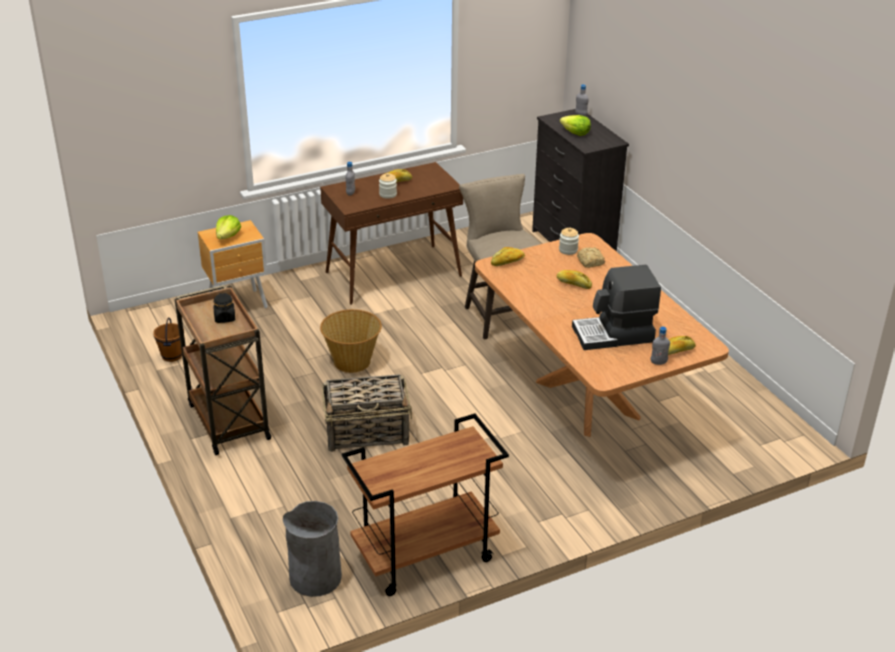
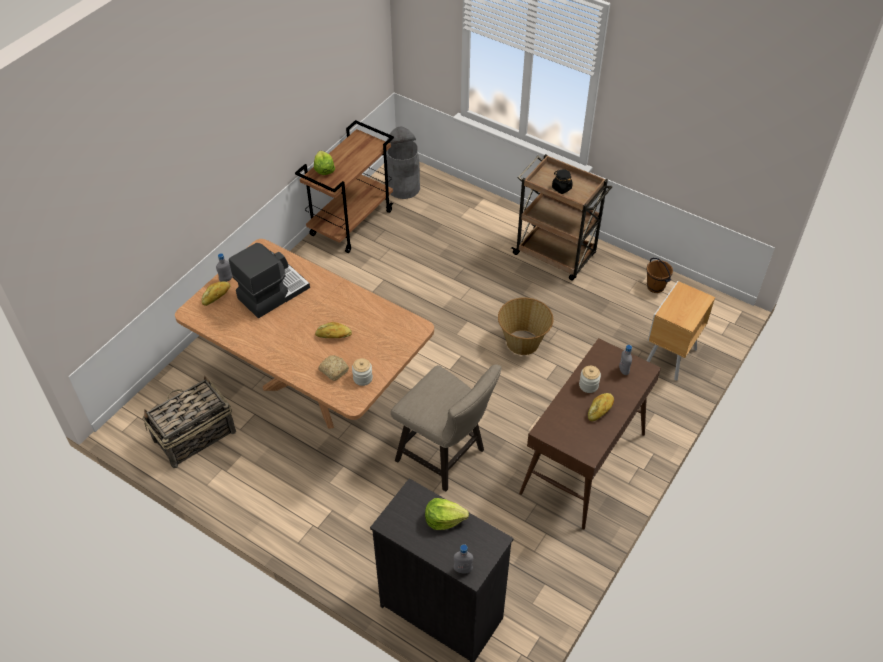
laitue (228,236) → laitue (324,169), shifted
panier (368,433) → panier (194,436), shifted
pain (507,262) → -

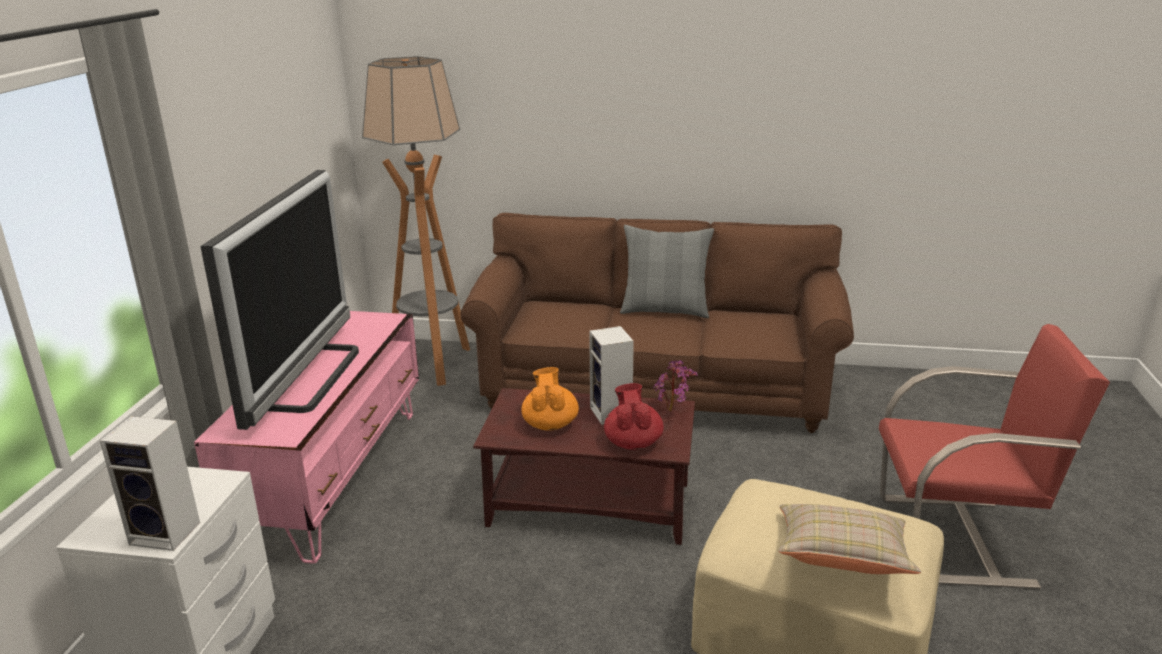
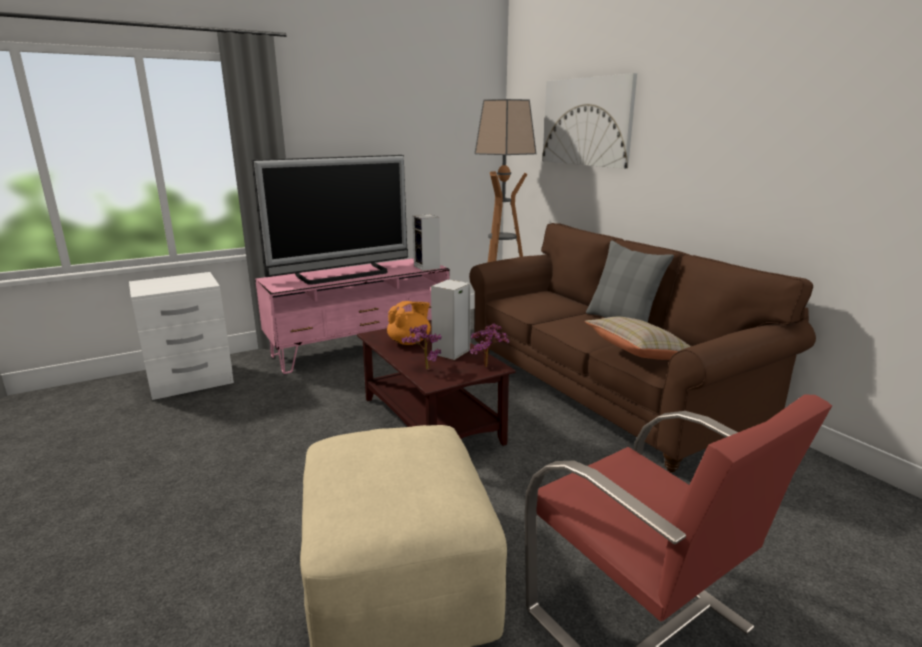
enceinte (168,533) → enceinte (428,267), shifted
théière/rouge (633,442) → plante en pot (424,369)
coussin/beige (842,558) → coussin/beige (639,354), shifted
- → tableau (586,122)

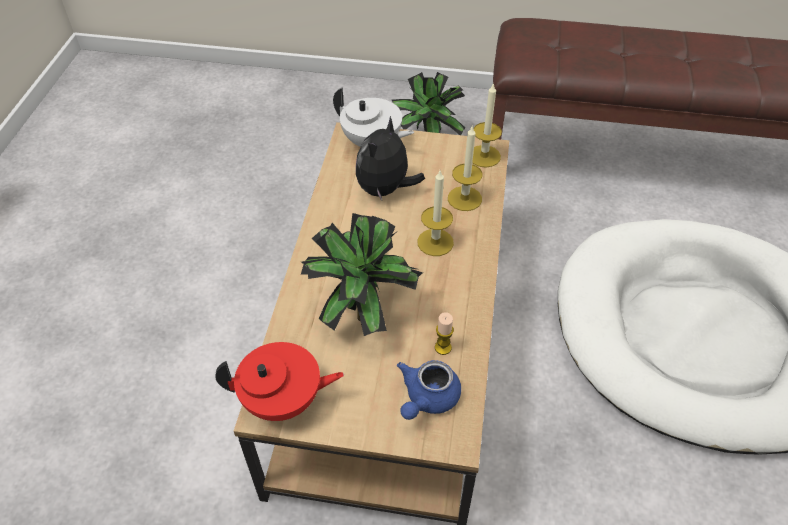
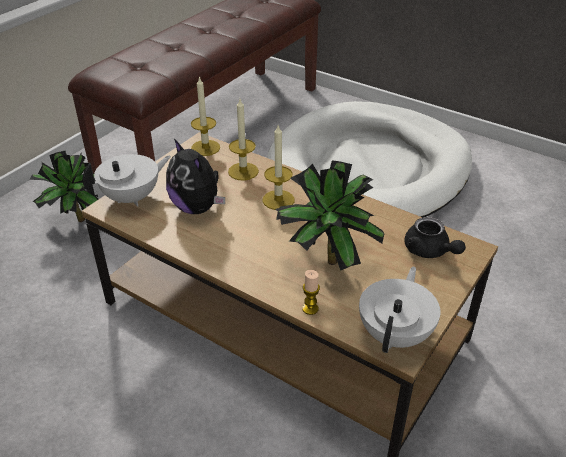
théière/rouge (283,401) → théière/blanc (396,334)
théière/bleu (427,398) → théière/noir (429,251)
bougie (443,347) → bougie (310,308), shifted

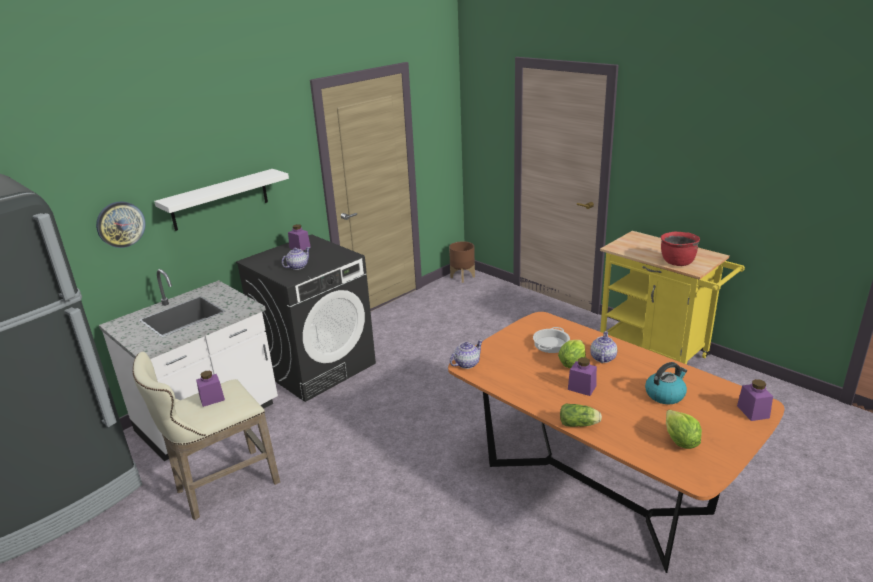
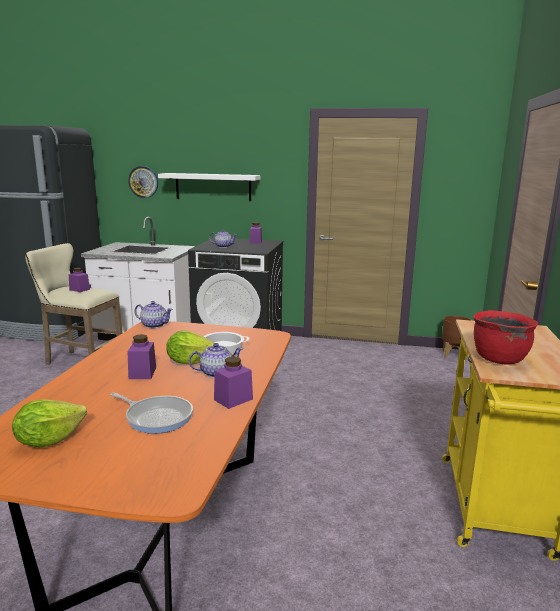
laitue (580,424) → -
bouilloire (665,394) → poêle (157,417)
bocal/violet (753,412) → bocal/violet (233,399), shifted

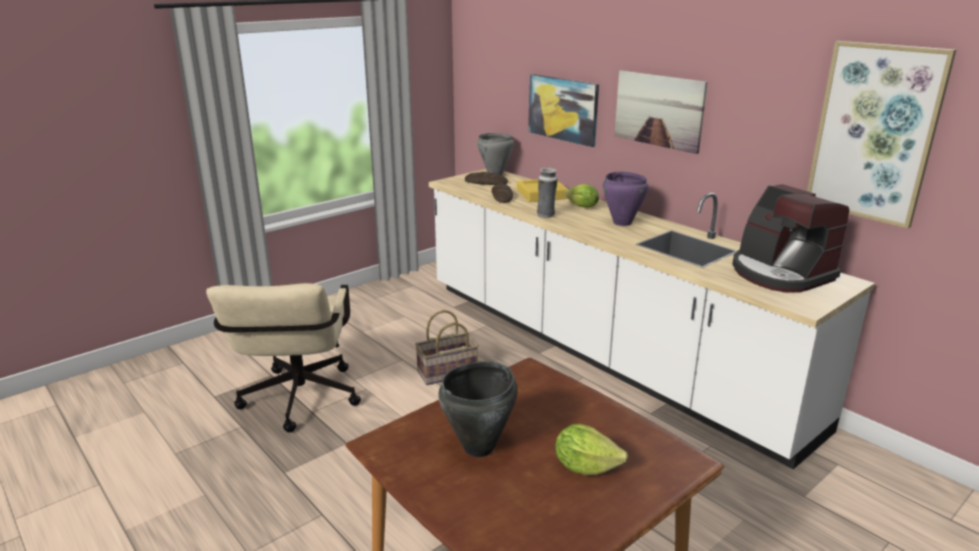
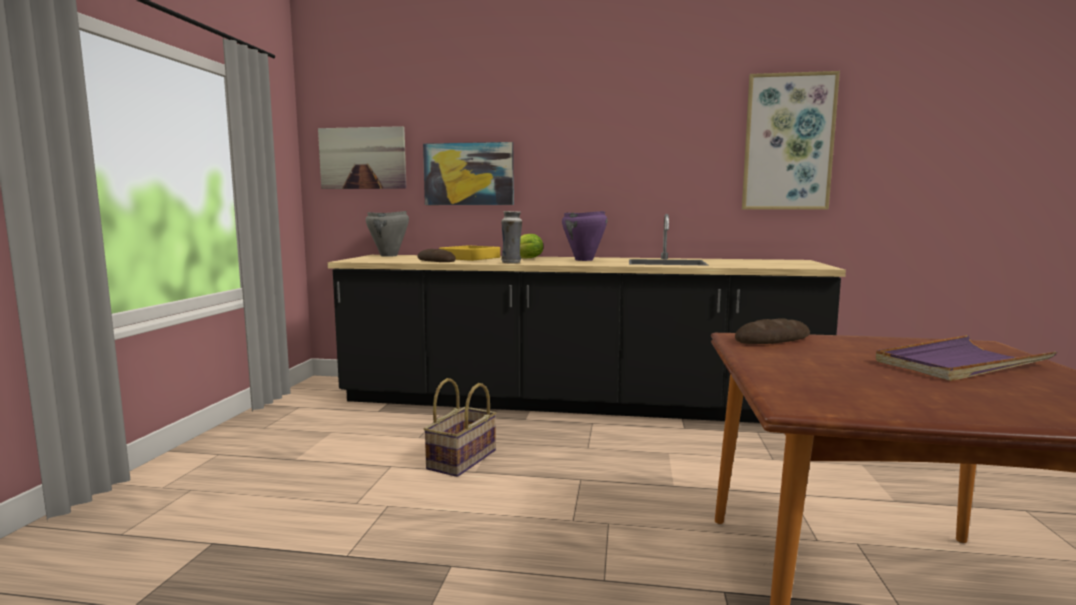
chaise de bureau/beige (298,403) → -
comptoir de cuisine/blanc (600,351) → comptoir de cuisine/noir (573,403)
marmite/noir (479,448) → -
pain (486,182) → pain (772,339), shifted
laitue (585,466) → plateau/violet (960,363)
tableau (658,110) → tableau (362,158), shifted
machine à café (780,273) → -

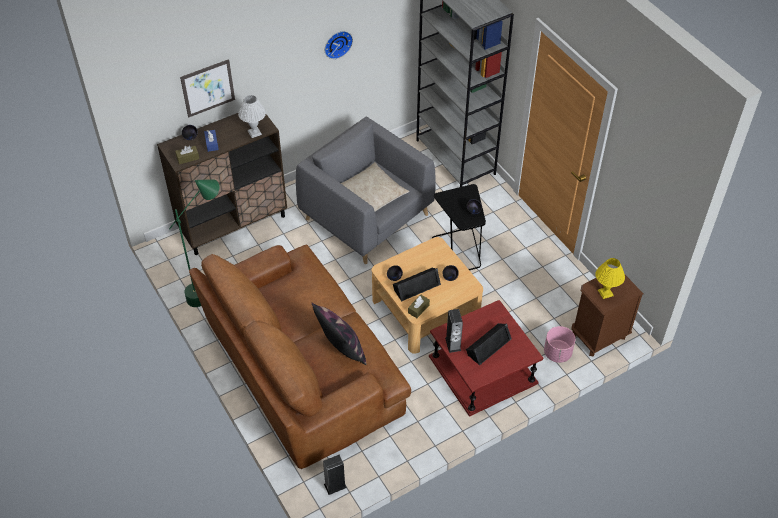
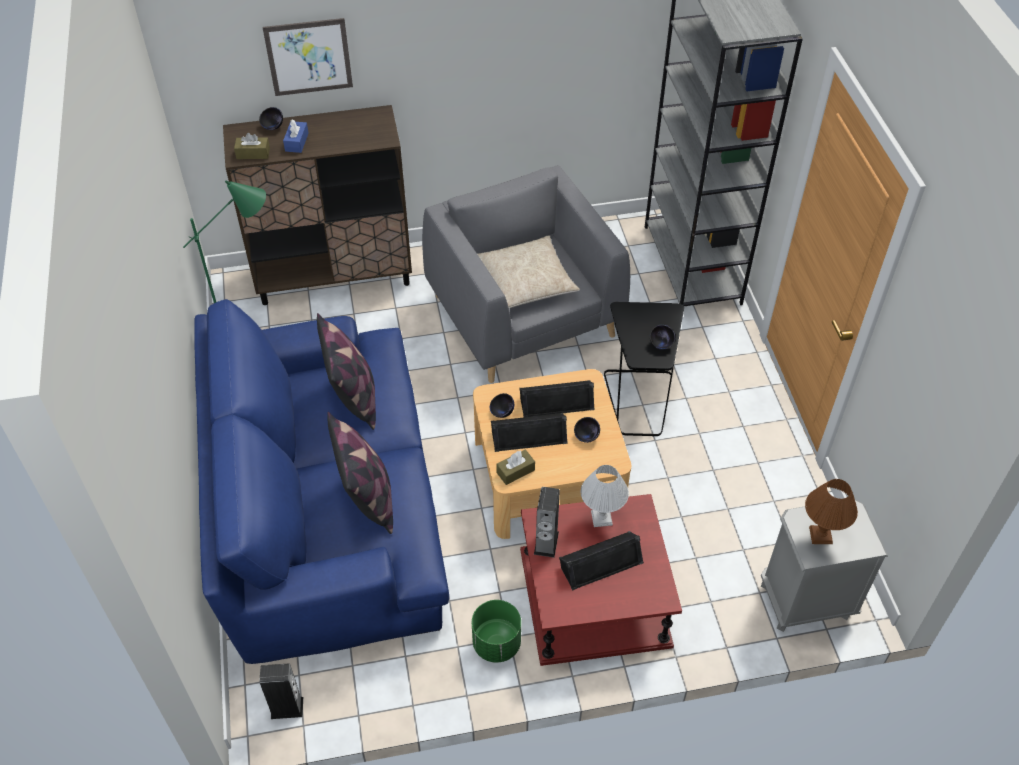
canapé/marron (301,367) → canapé/bleu (326,508)
lampe de table/blanc (254,133) → lampe de table/blanc (601,517), shifted
horloge murale (337,43) → -
cache-pot/rose (557,353) → -
table de chevet/marron (598,336) → table de chevet/gris (805,601)
lampe de table/jaune (605,293) → lampe de table/marron (820,535)
- → coussin (353,397)
- → cache-pot/vert (496,644)
- → enceinte/noir (556,401)

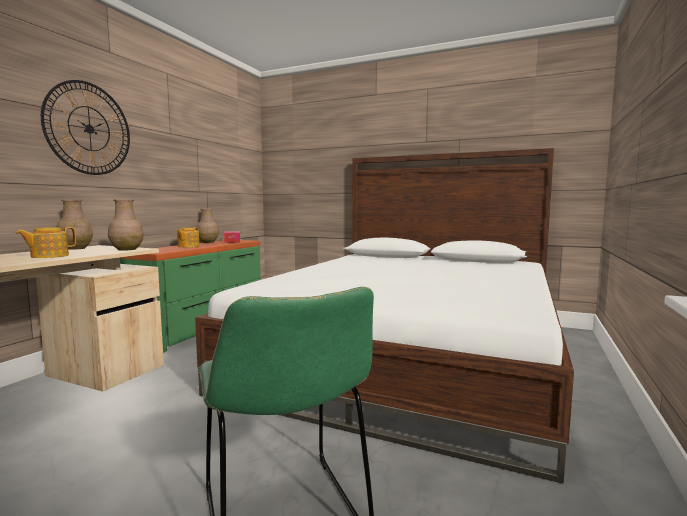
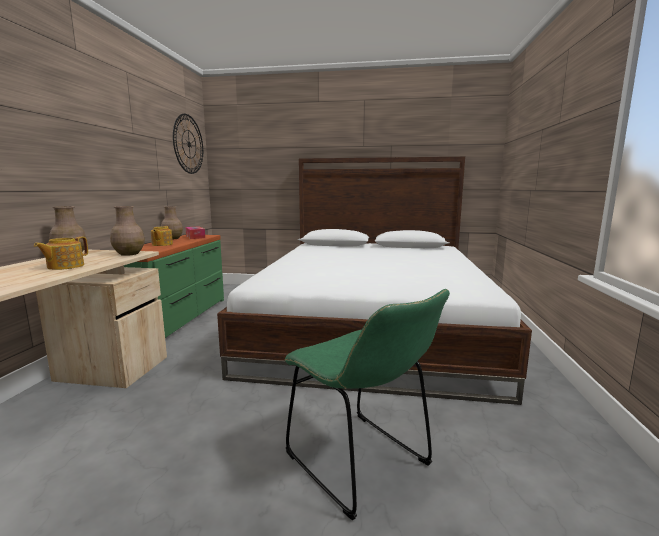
horloge murale (89,129) → horloge murale (188,144), shifted

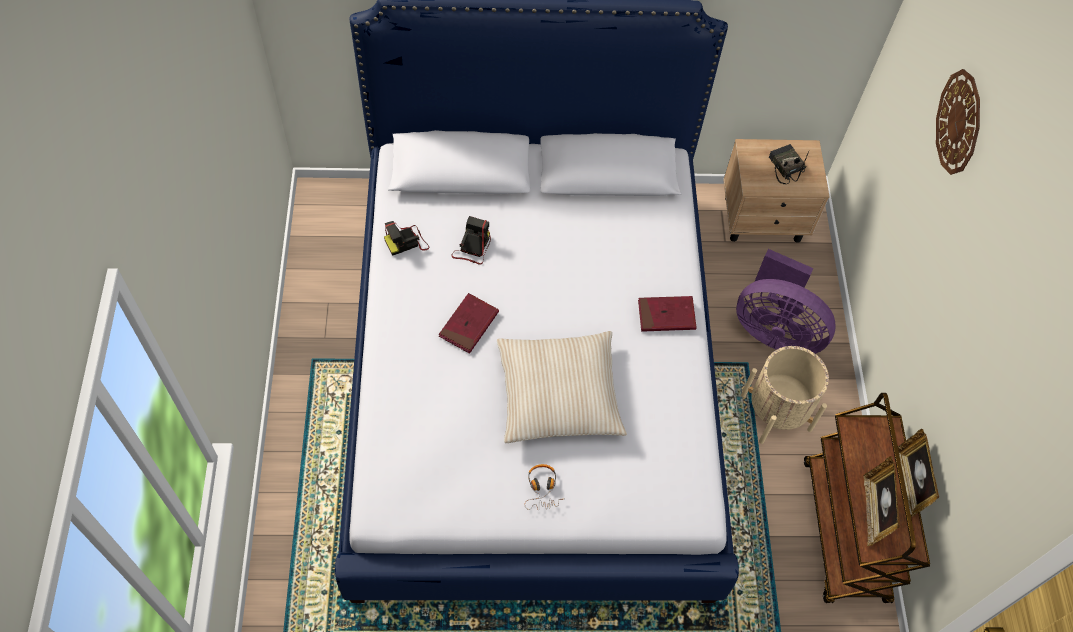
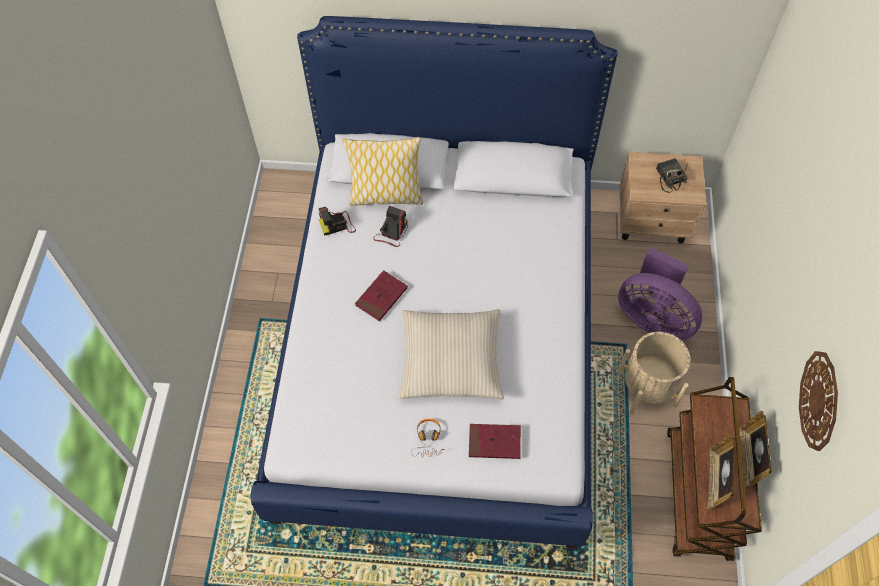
livre/rouge (666,315) → livre/rouge (494,442), shifted
horloge murale (959,122) → horloge murale (819,400), shifted
- → coussin (385,196)

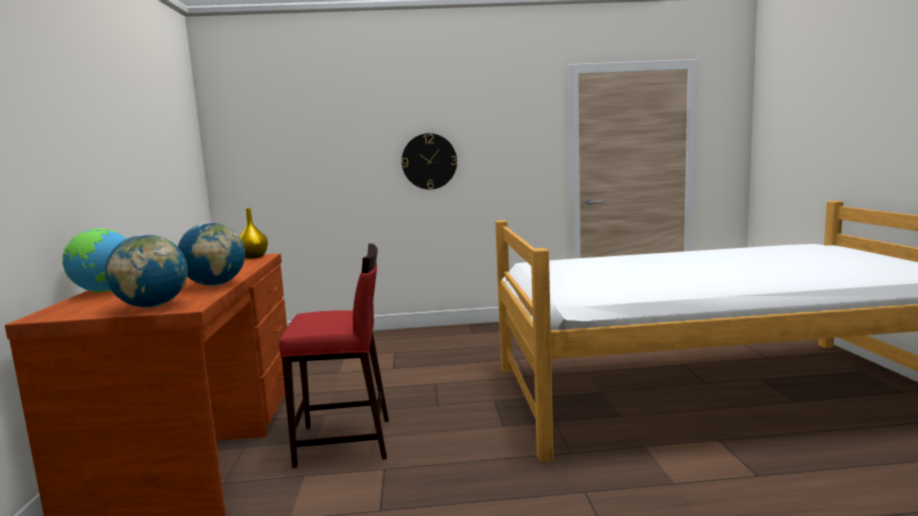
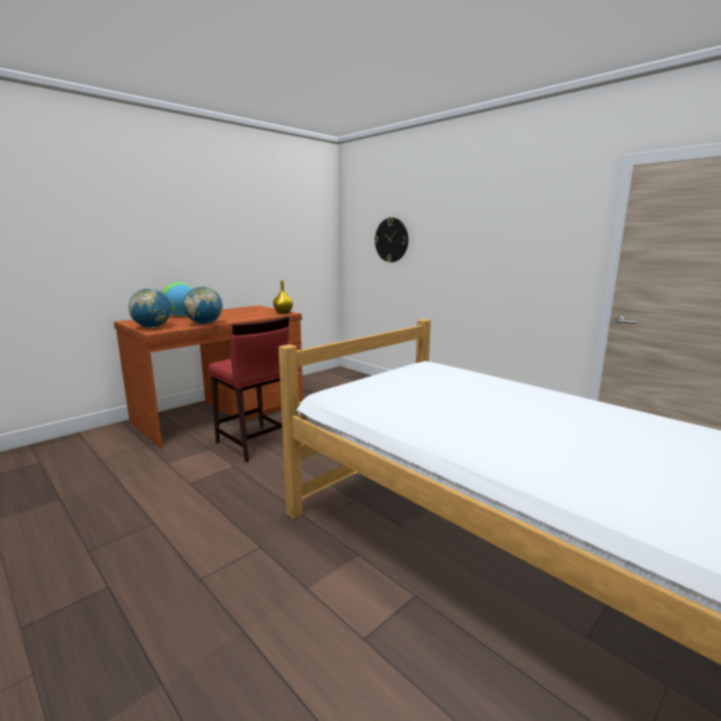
horloge murale (429,161) → horloge murale (391,240), shifted

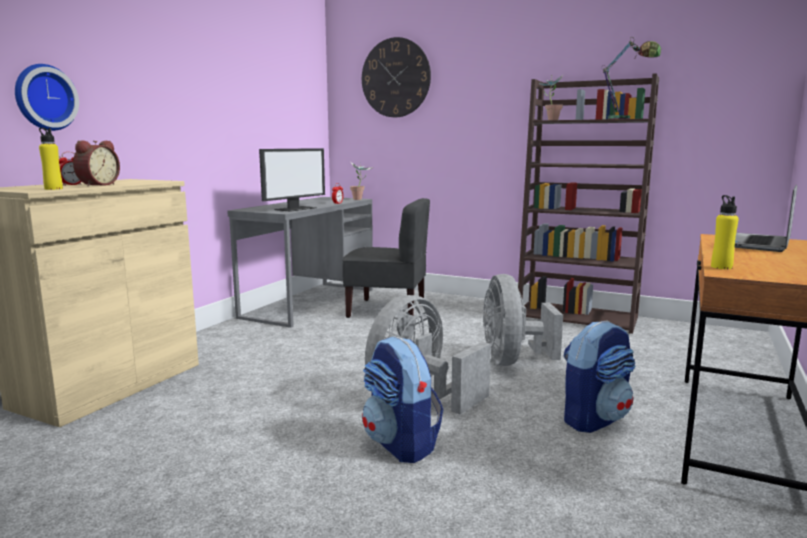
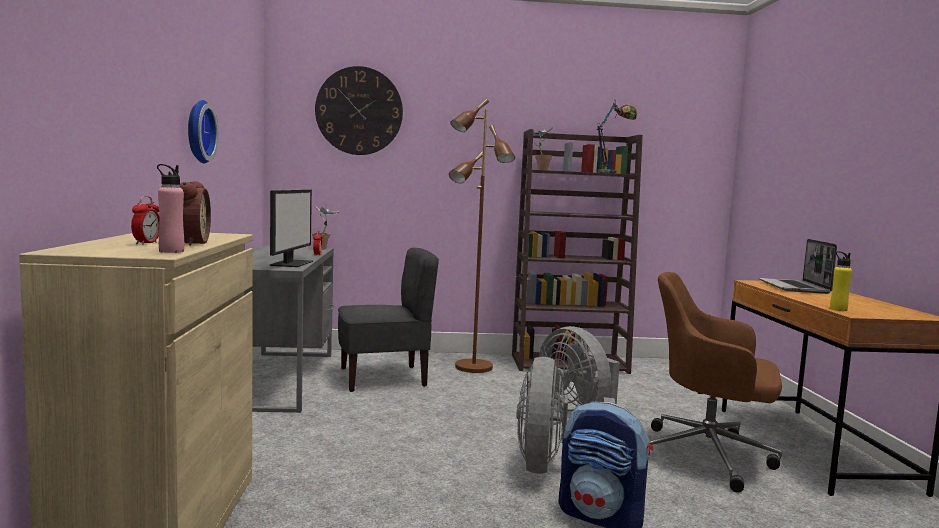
horloge murale (44,97) → horloge murale (197,131), shifted
bouteille/jaune (53,189) → bouteille/rose (171,251)
sac à dos (594,419) → chaise de bureau/marron (709,456)
- → lampadaire/marron (473,368)

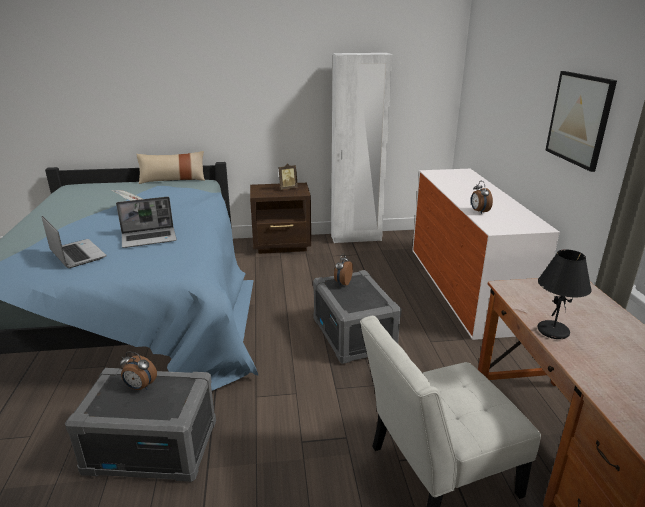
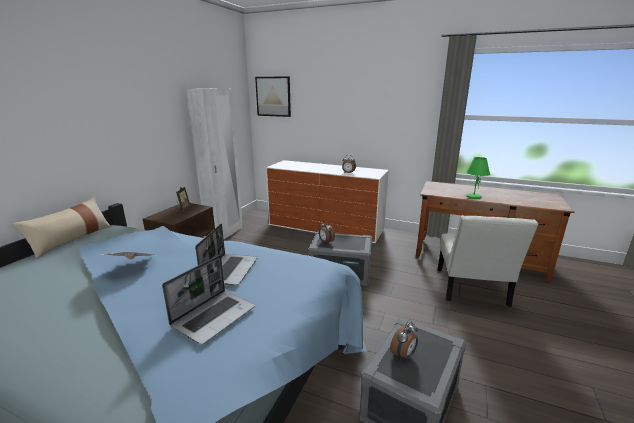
ordinateur portable (76,254) → ordinateur portable (214,316), 135 degrees clockwise
lampe de table/noir (553,331) → lampe de table/vert (473,197)
tableau (579,119) → tableau (273,96), shifted

